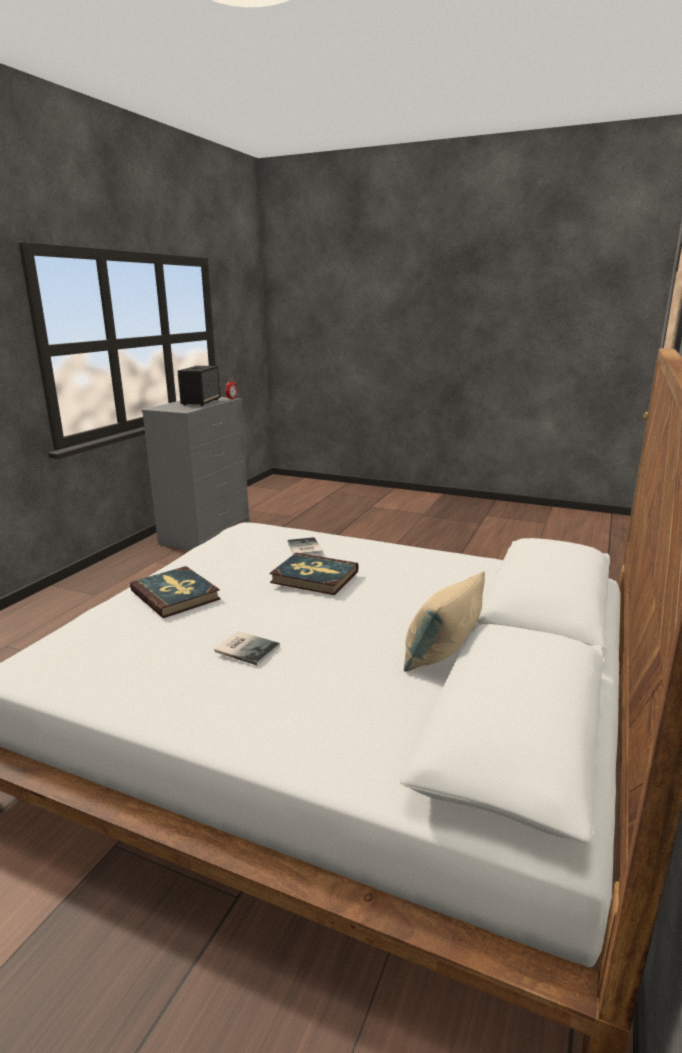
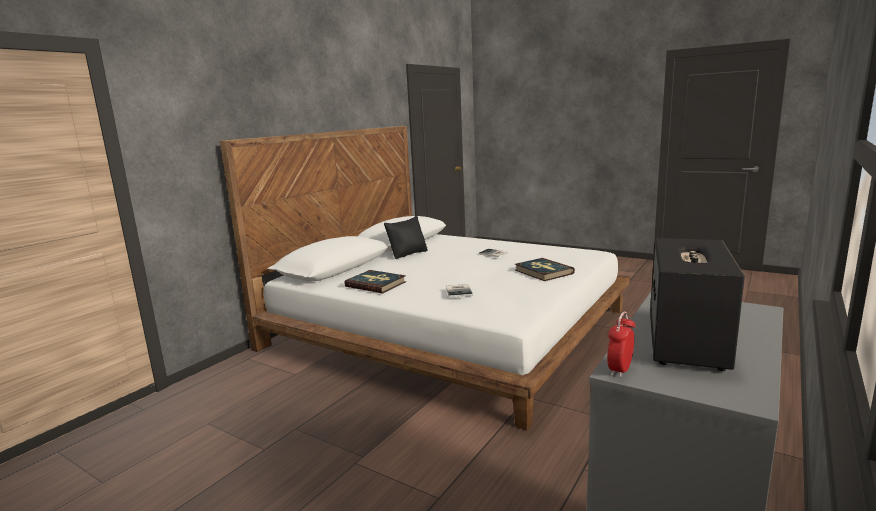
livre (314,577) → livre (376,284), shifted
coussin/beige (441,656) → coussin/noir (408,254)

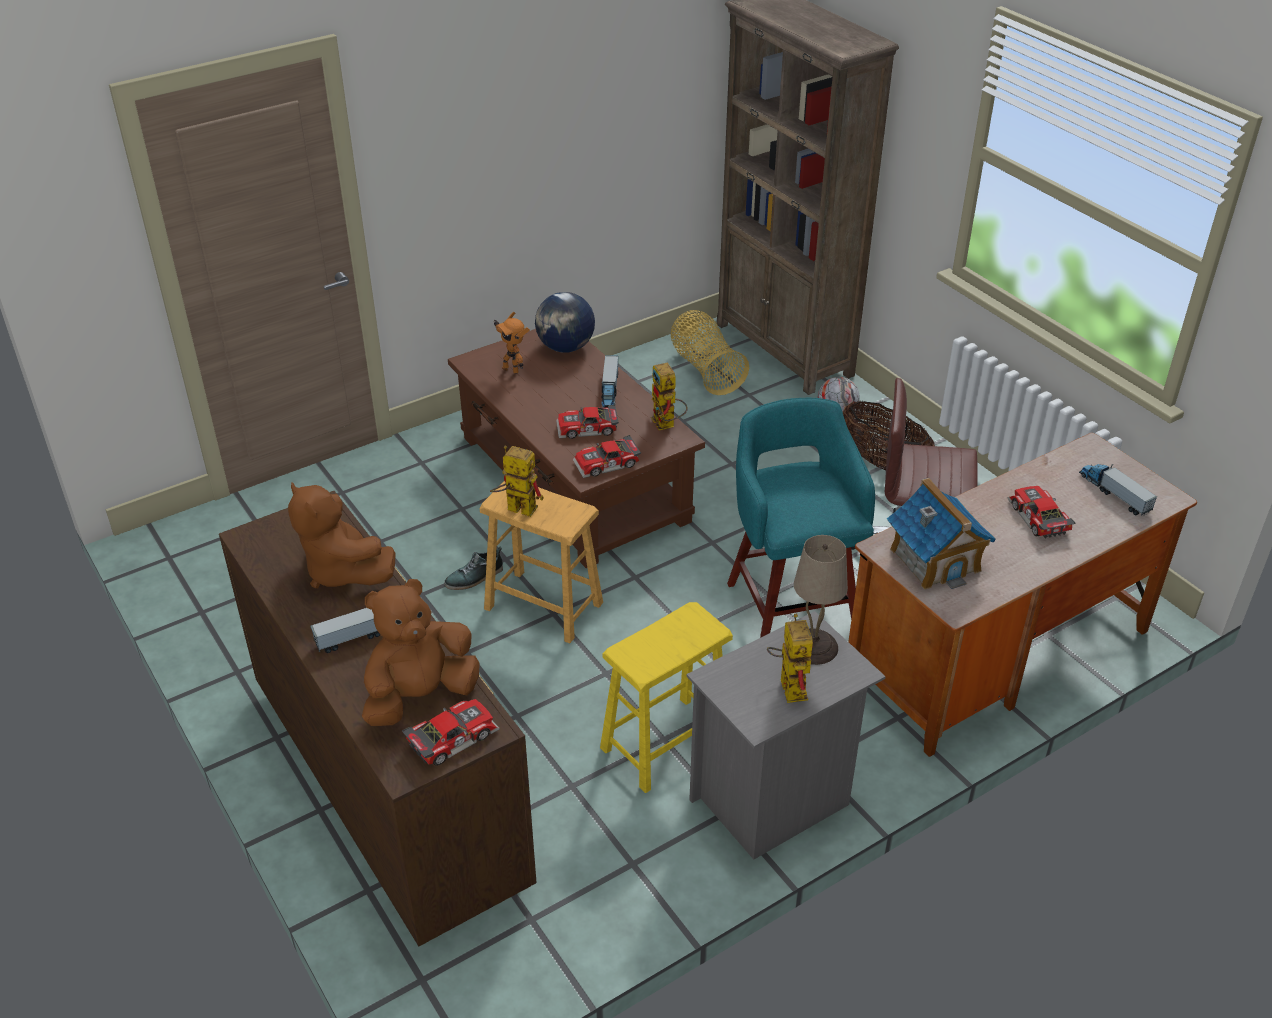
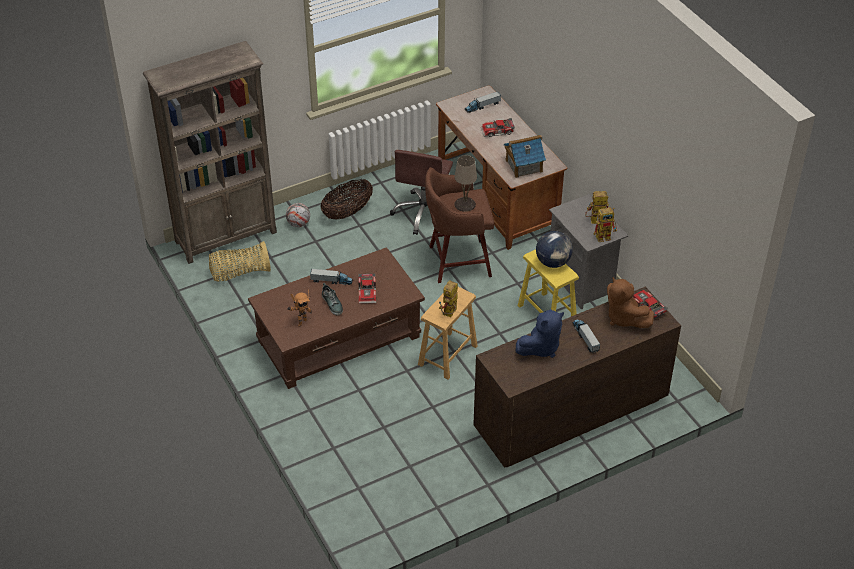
peluche/marron (343,571) → peluche/bleu (541,347)
chaussure (475,577) → chaussure (332,304), shifted
globe (565,347) → globe (553,262), shifted
petite voiture (607,464) → -
robot jouet (667,425) → robot jouet (606,236), shifted
tabouret/turquoise (791,606) → tabouret/marron (457,261)
lampe de table/beige (814,647) → lampe de table/beige (465,204), shifted

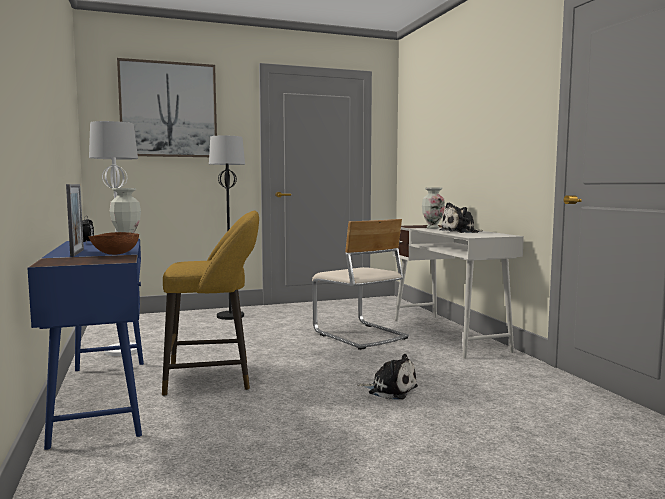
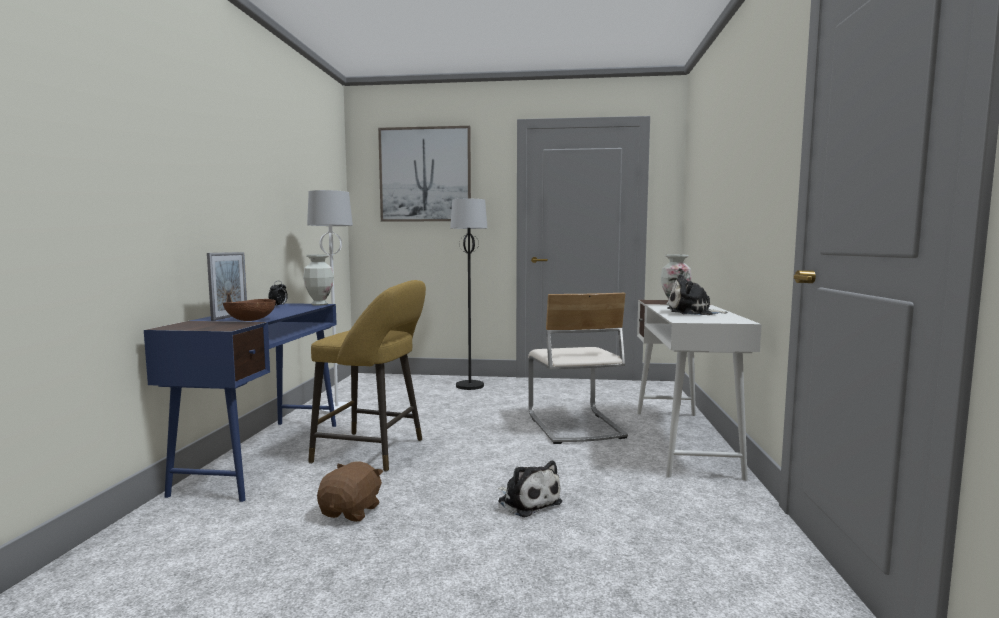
- → peluche/marron (351,511)

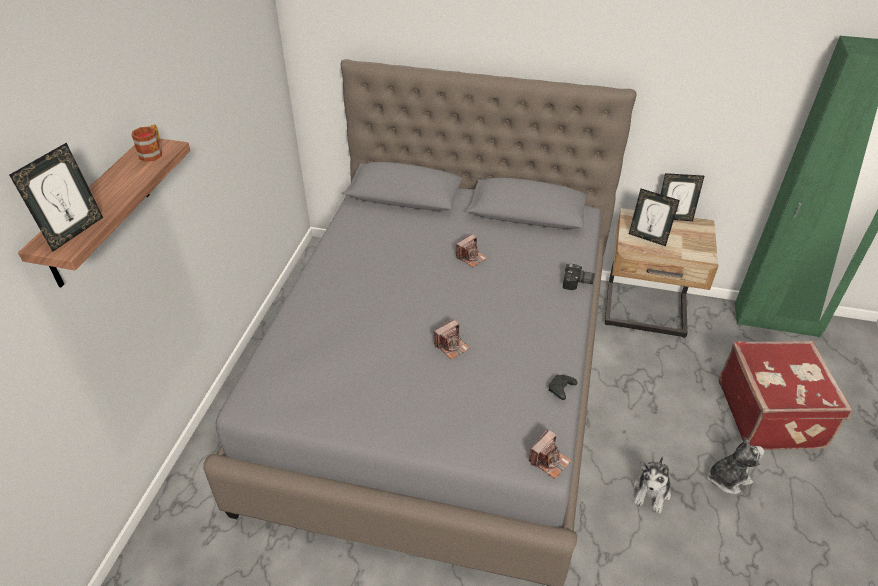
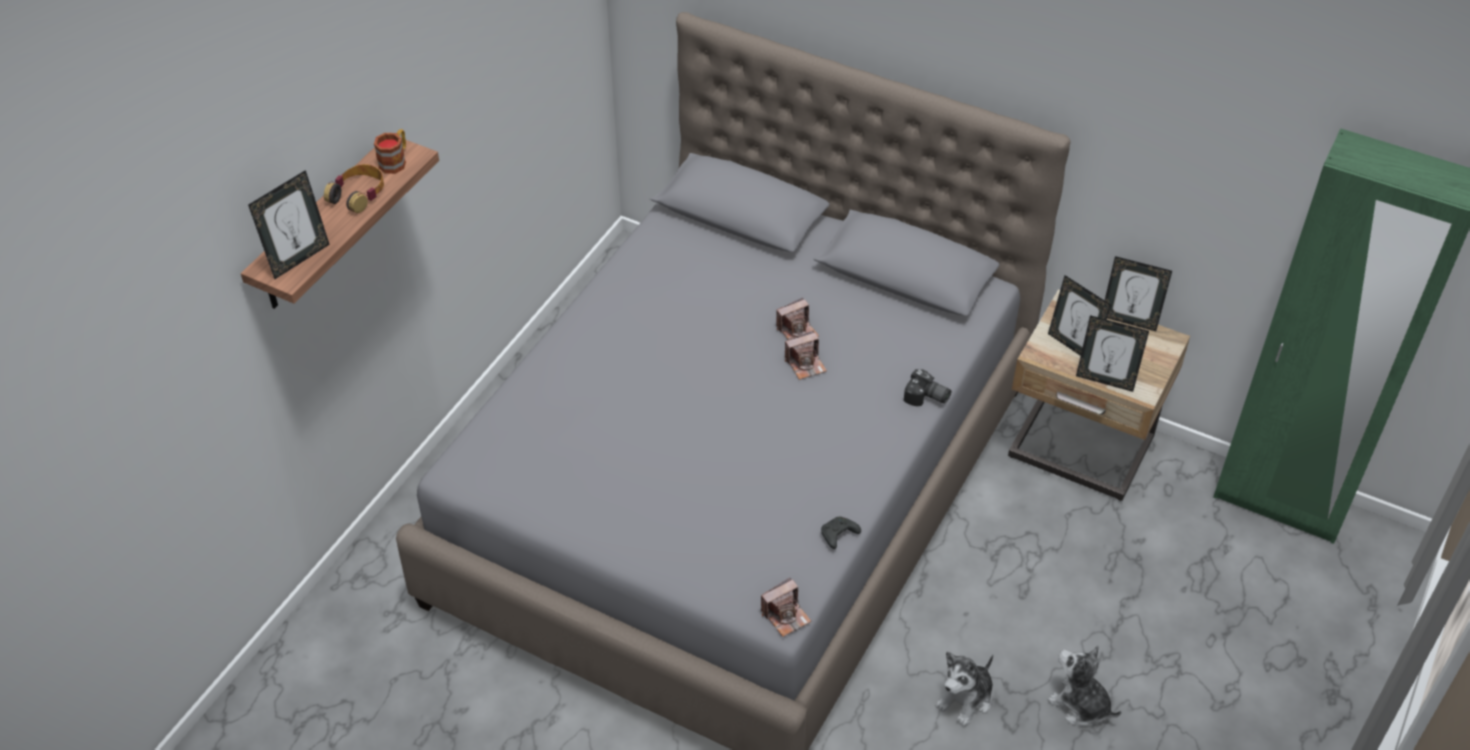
appareil photo (451,346) → appareil photo (805,364), shifted
peluche (727,478) → peluche (1080,705), 135 degrees counterclockwise
valise/rouge (771,414) → -
- → casque audio (358,194)
- → cadre photo (1105,380)

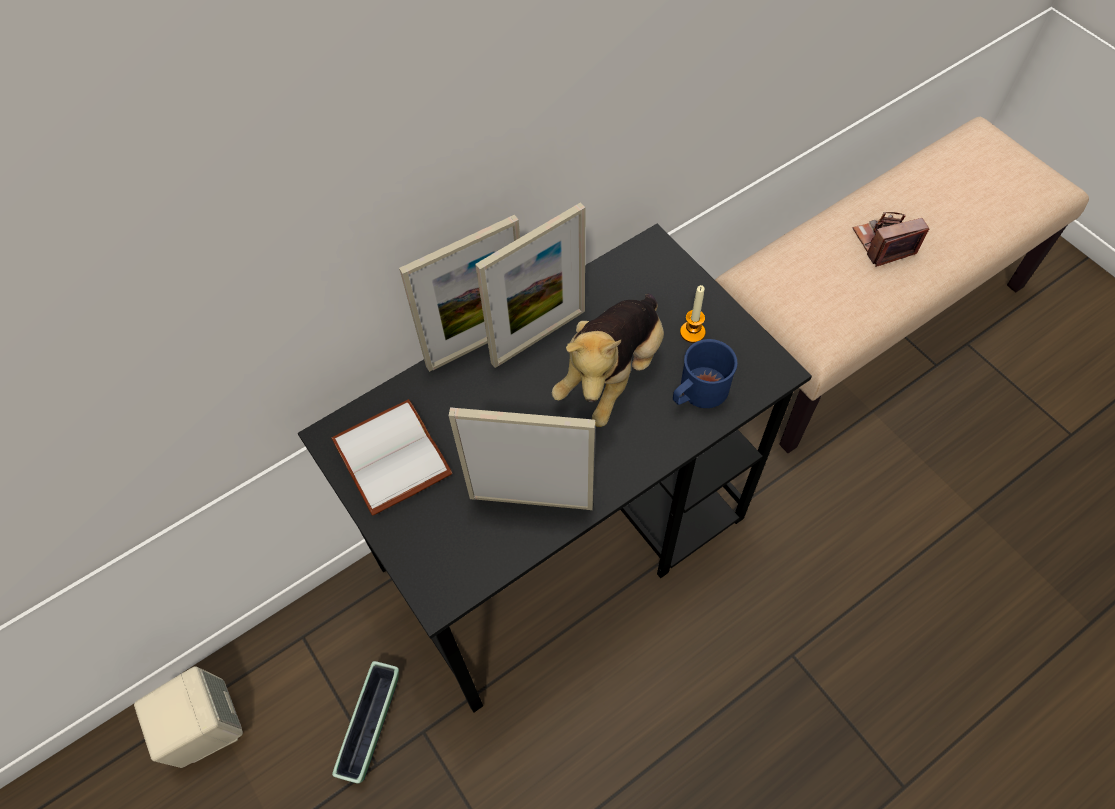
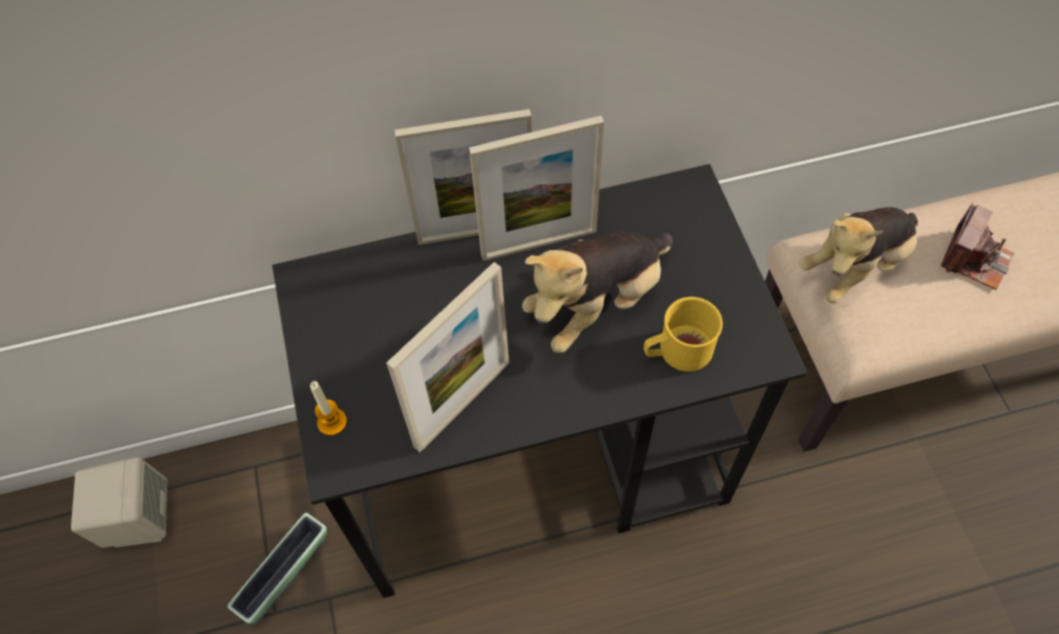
livre/blanc (395,457) → -
cadre photo (531,501) → cadre photo (462,404), 105 degrees clockwise
mug/bleu (698,392) → mug/jaune (677,351)
bougie (692,332) → bougie (332,422), shifted
appareil photo (883,243) → appareil photo (974,259), 120 degrees clockwise
- → peluche (855,266)

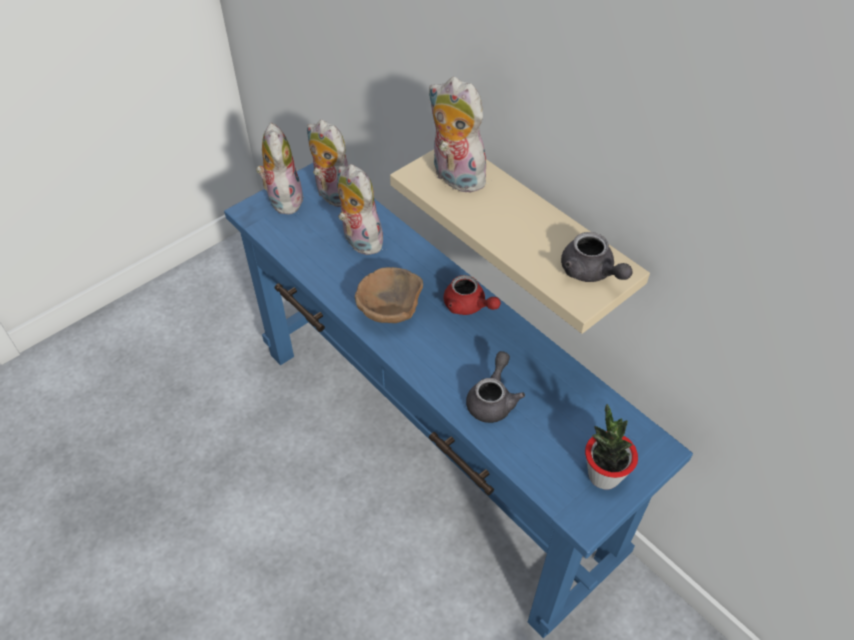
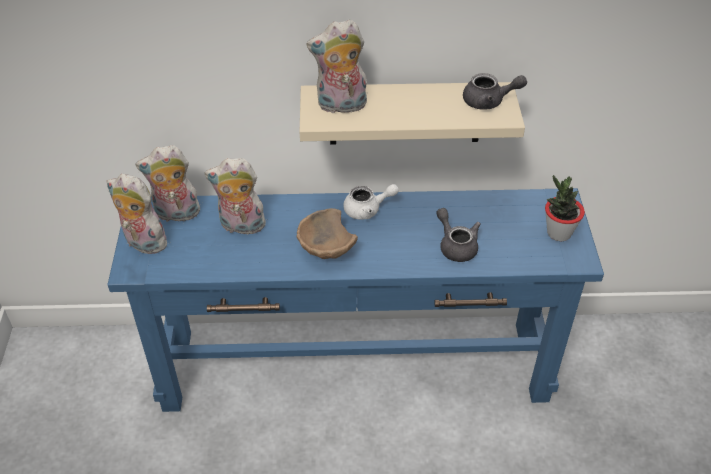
théière/rouge (468,306) → théière/blanc (367,210)

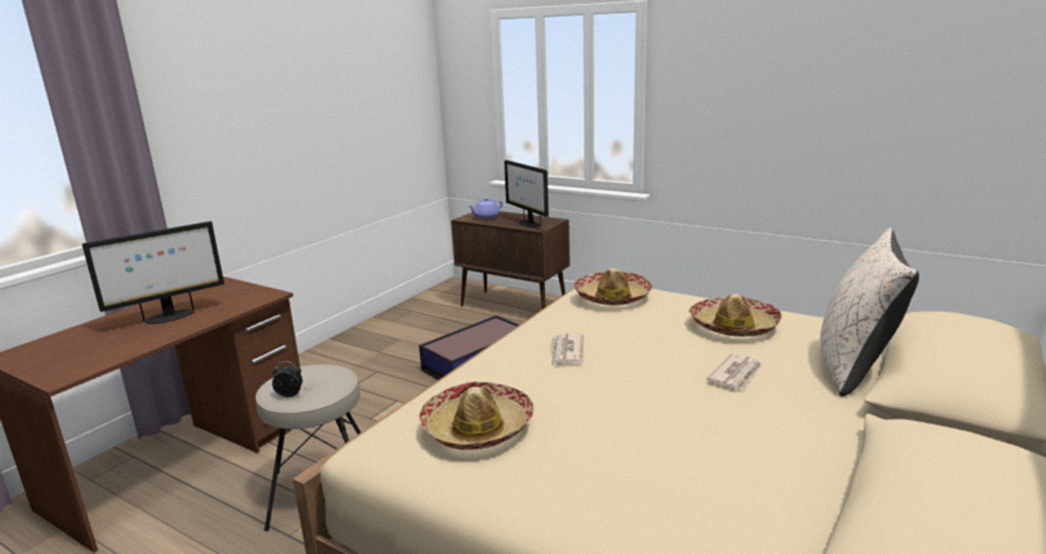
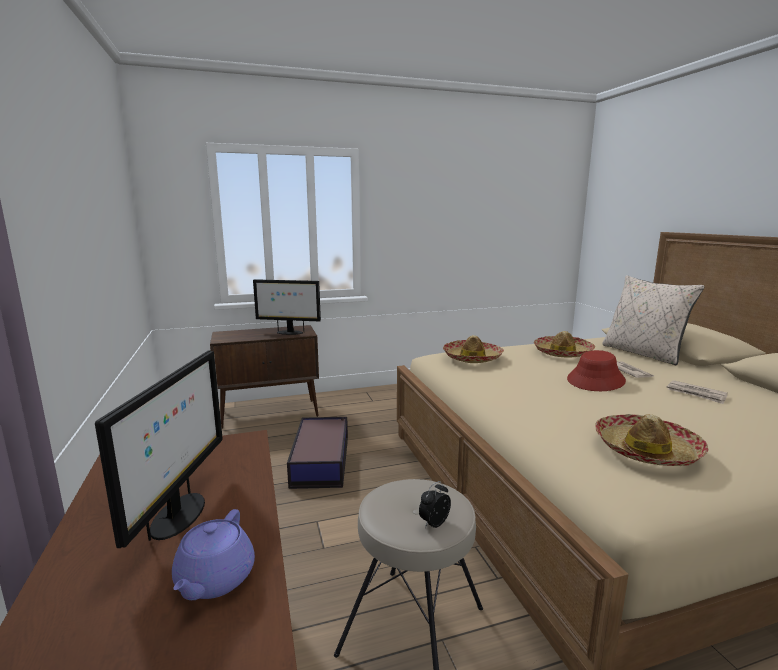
théière/violet (486,217) → théière/violet (214,580), shifted
journal (566,352) → journal (696,394), shifted
- → chapeau/rouge (596,380)

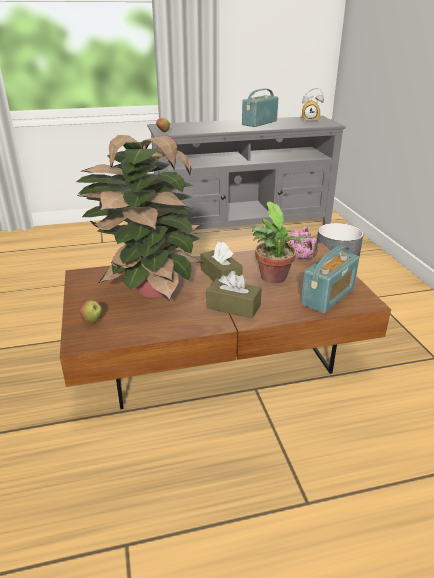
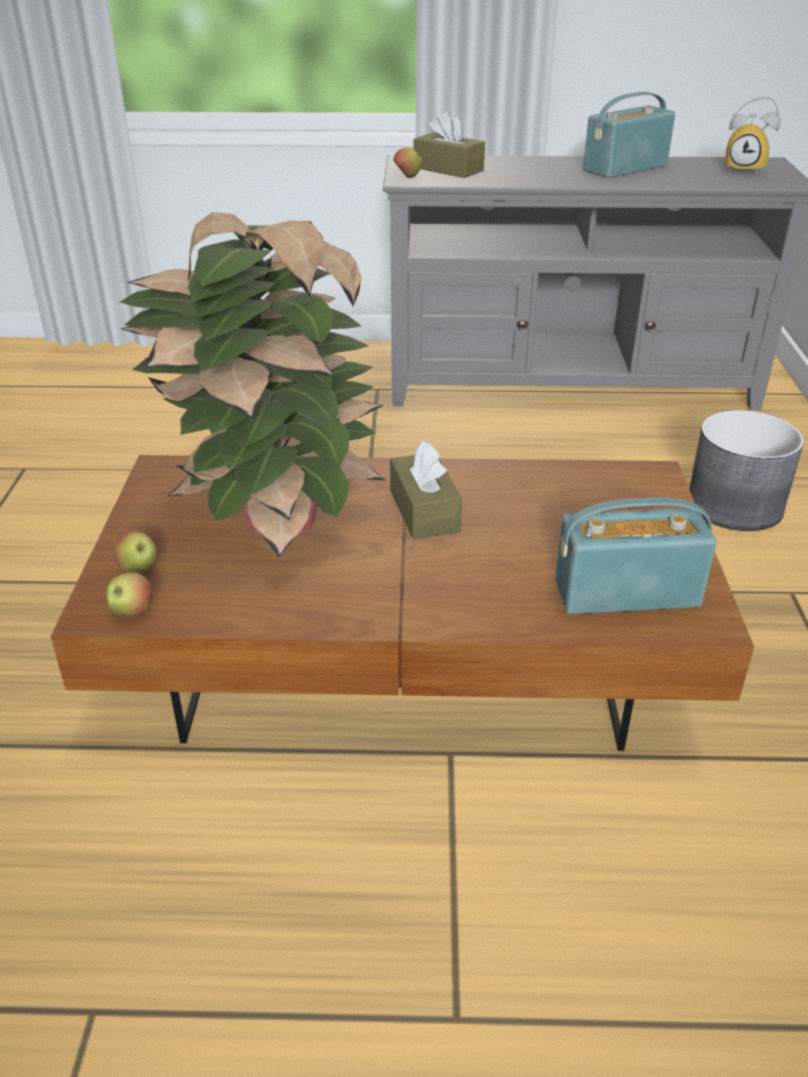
boîte à mouchoirs/marron (233,306) → boîte à mouchoirs/marron (448,169), shifted
plante en pot (274,279) → -
théière/rose (302,258) → -
radio (328,296) → radio (626,593), 150 degrees counterclockwise
- → pomme (132,612)

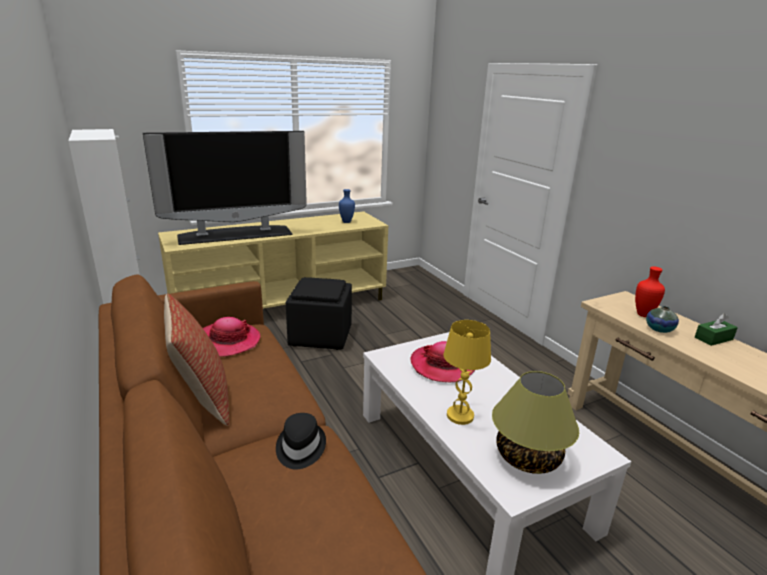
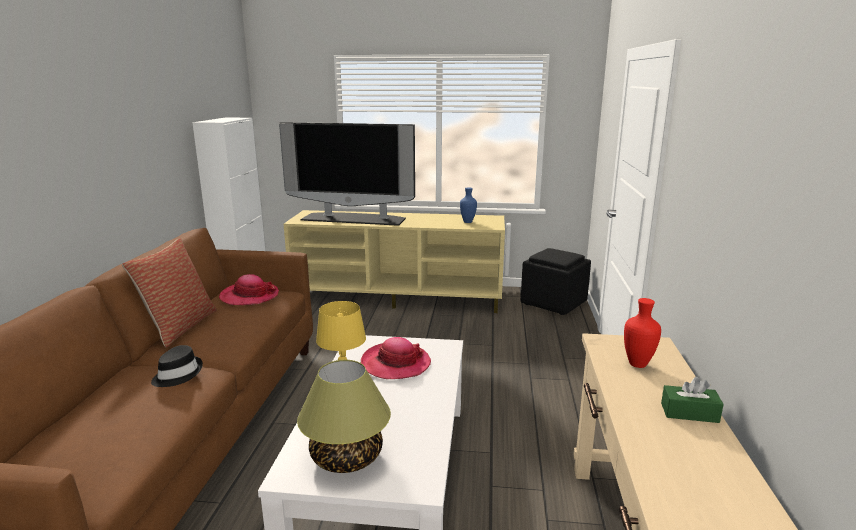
pouf/noir (320,336) → pouf/noir (553,302), shifted
vase (659,329) → -

